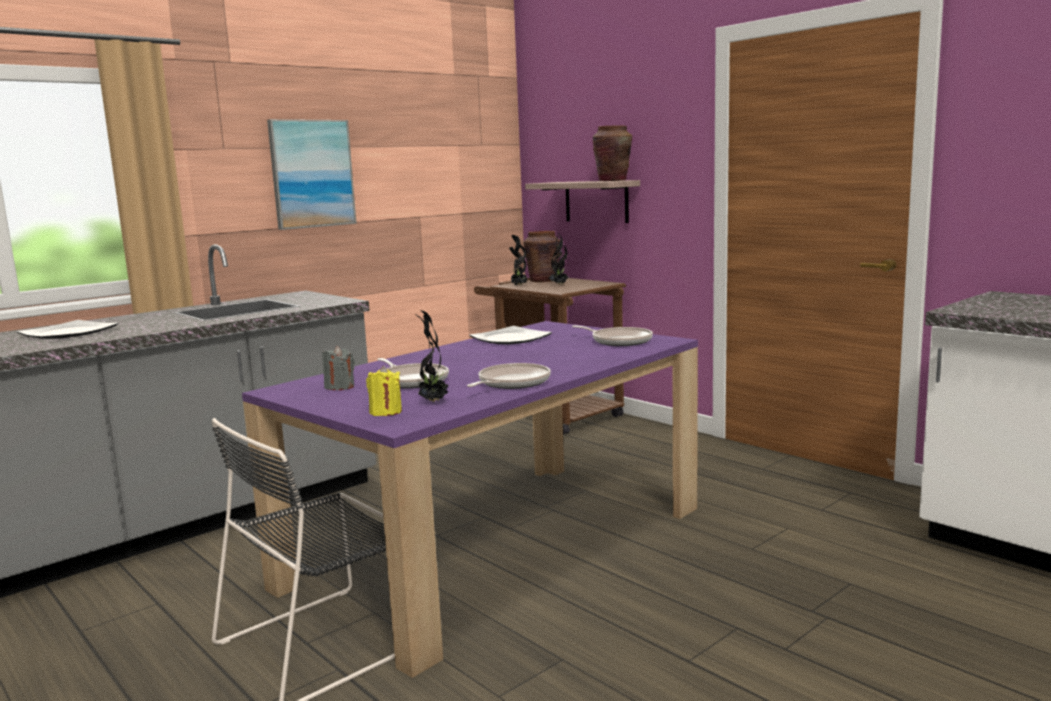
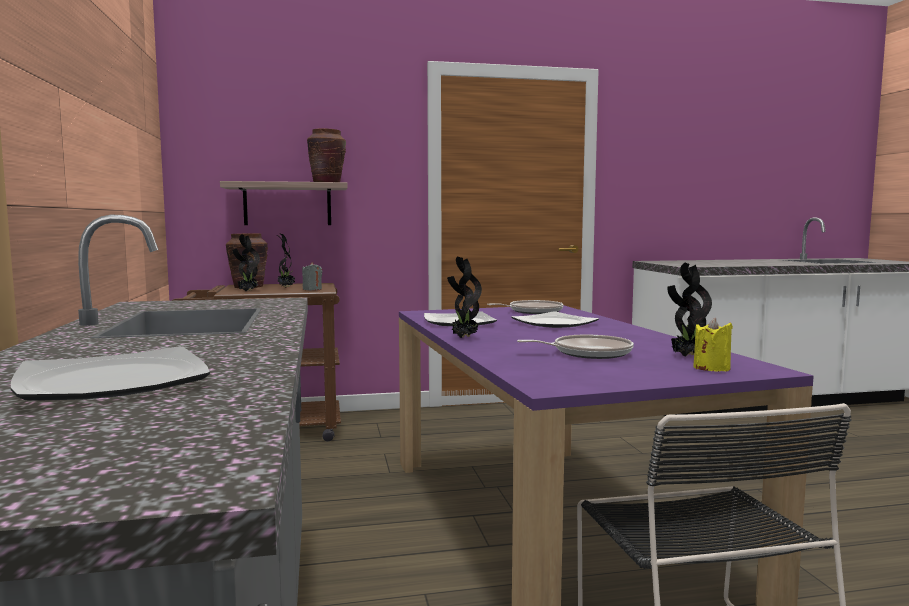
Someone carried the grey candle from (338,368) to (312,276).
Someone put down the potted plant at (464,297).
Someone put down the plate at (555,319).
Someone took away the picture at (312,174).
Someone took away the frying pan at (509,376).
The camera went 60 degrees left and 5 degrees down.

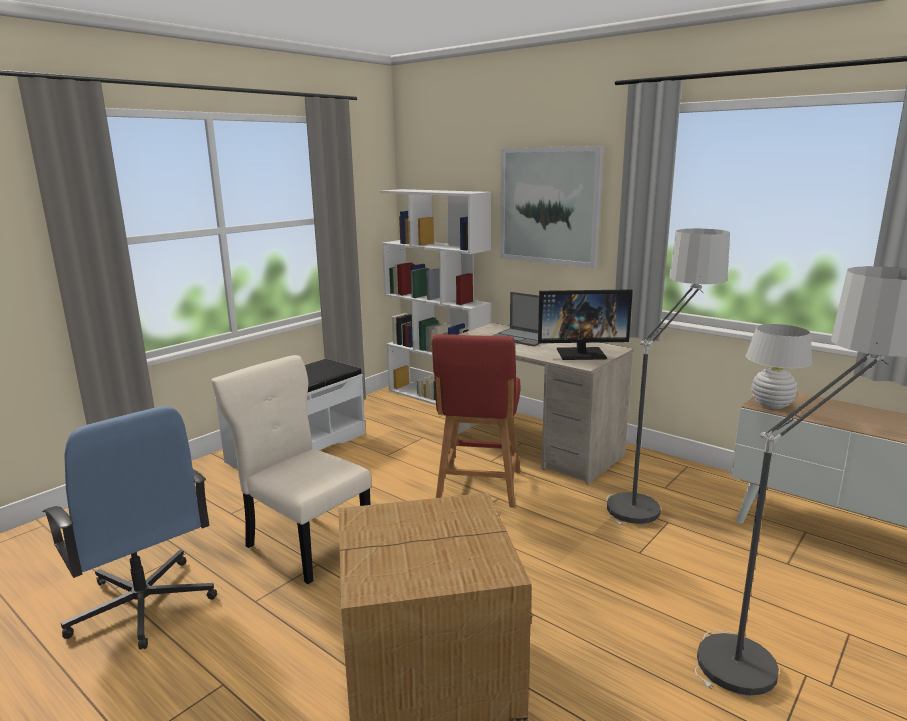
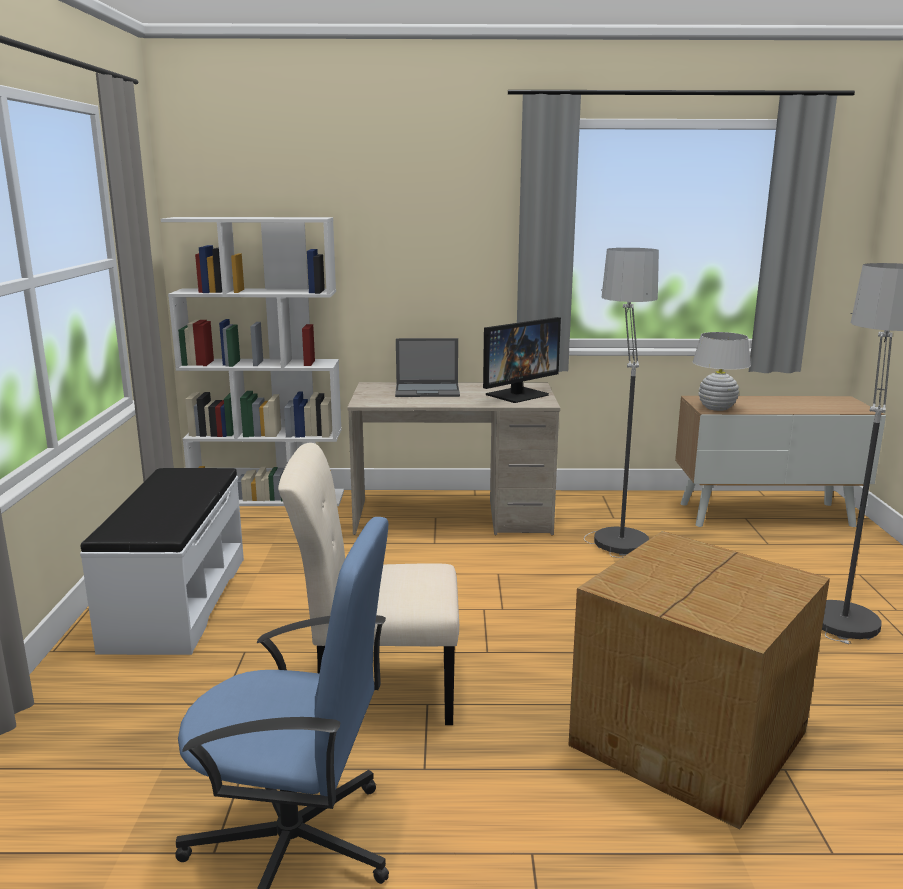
Someone took away the red stool at (476,421).
Someone took away the picture at (552,207).
The camera went 40 degrees left and 0 degrees up.

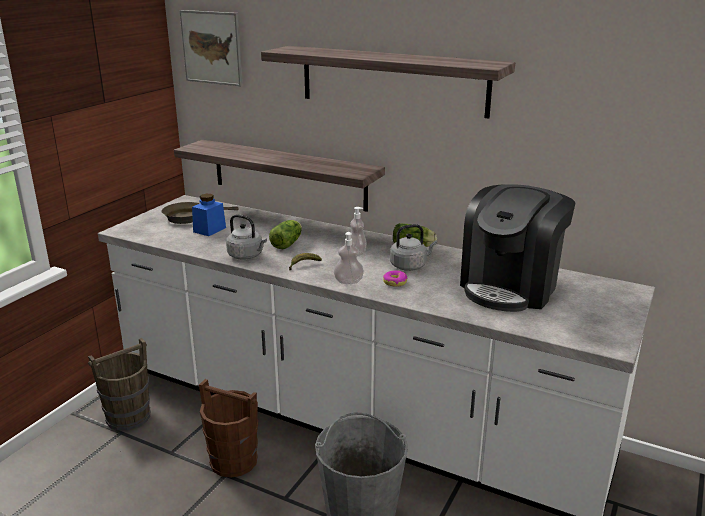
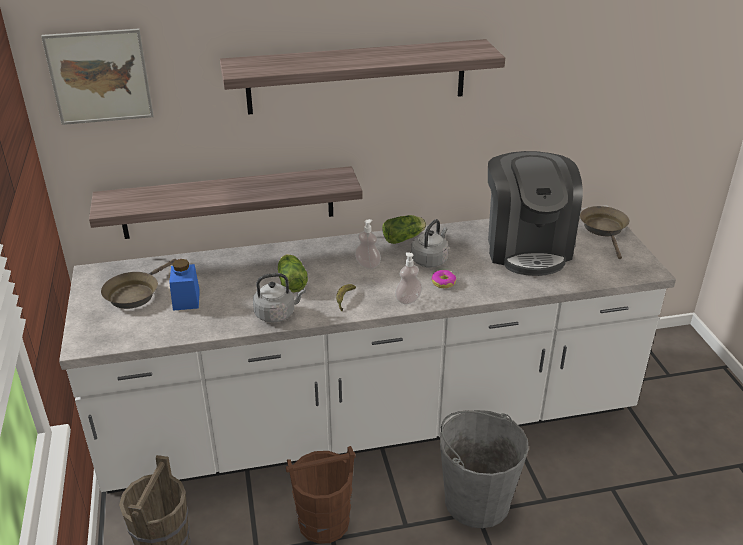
Someone put down the brown frying pan at (604,232).
The camera went 40 degrees left and 10 degrees up.

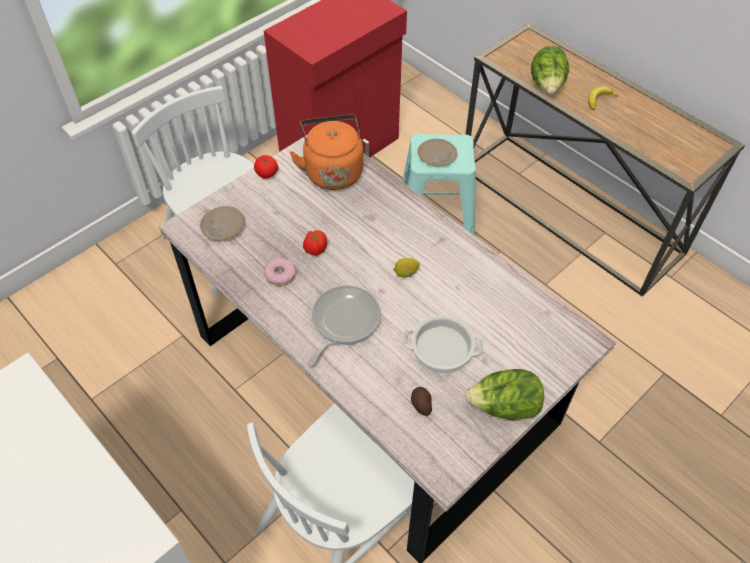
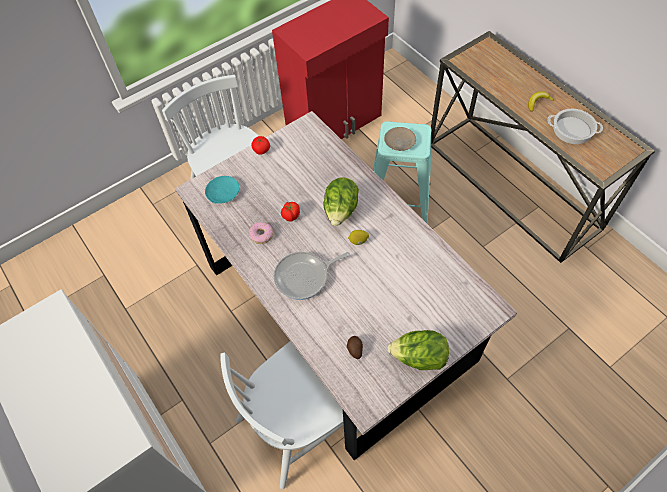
Someone repainted the beige plate at (222,223), which became the turquoise plate at (222,190).
Someone rotated the frying pan at (344,325) by 150 degrees counterclockwise.
Someone carried the lettuce from (550,70) to (341,202).
Someone carried the cooking pot from (443,344) to (575,126).
Someone took away the orange kettle at (326,152).
The camera went 10 degrees right and 5 degrees up.

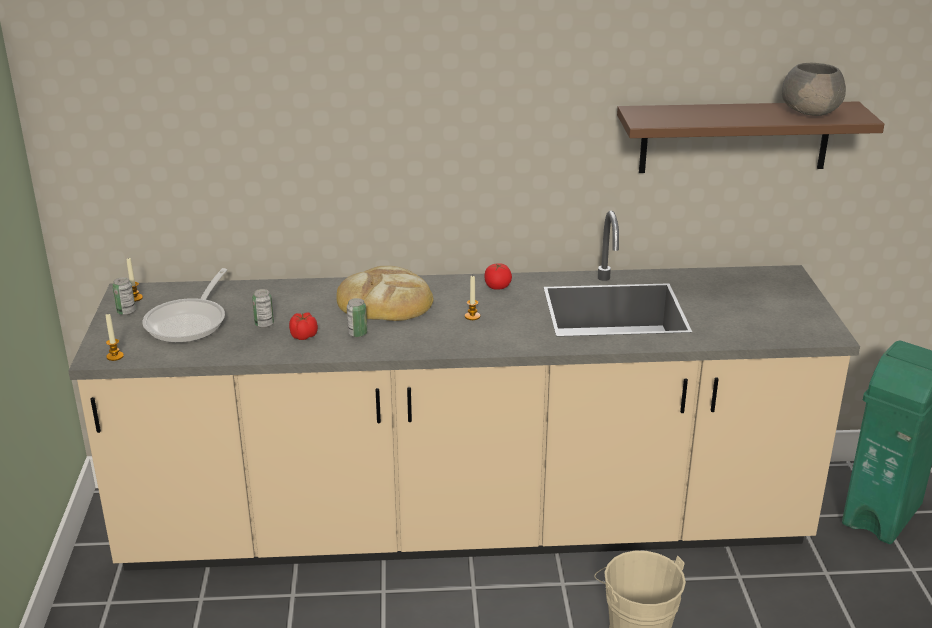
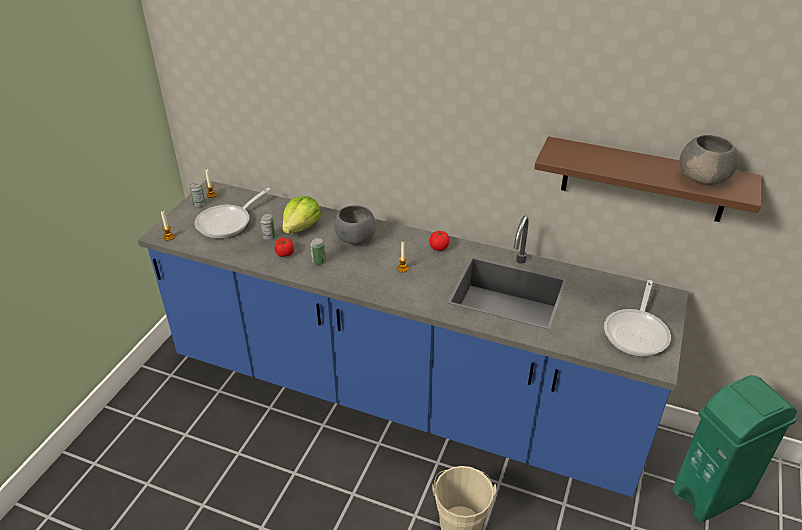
Someone repainted the beige counter at (464,391), which became the blue counter at (413,338).
Someone put down the lettuce at (301,215).
Someone swapped the bread at (385,293) for the grey bowl at (355,225).
Someone put down the frying pan at (637,318).
The camera went 25 degrees right and 10 degrees up.

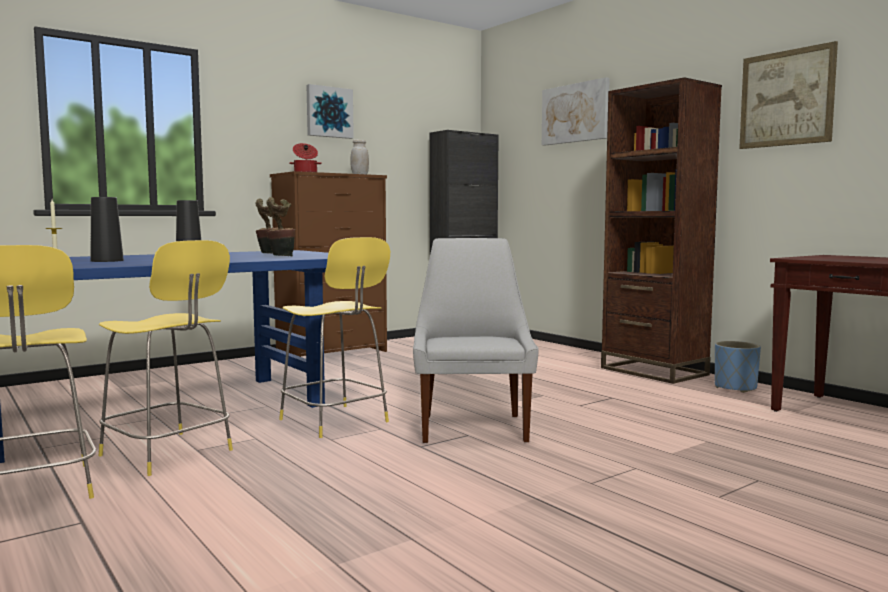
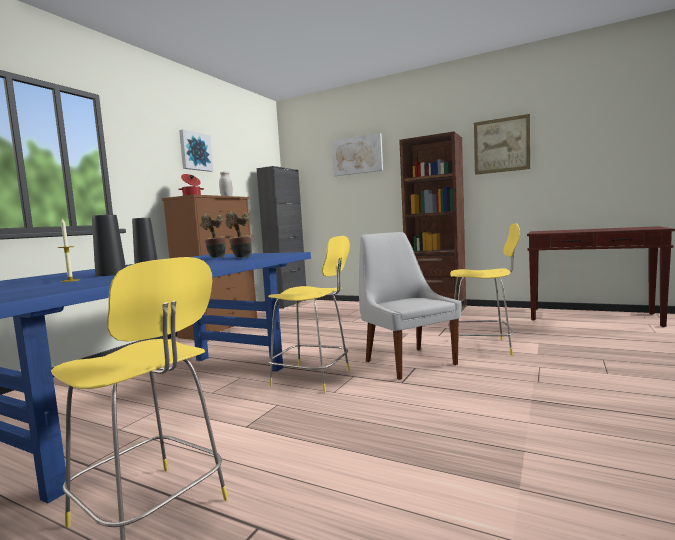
Someone carried the yellow stool from (166,358) to (484,290).
Someone took away the blue planter at (738,367).
The camera went 25 degrees left and 0 degrees up.

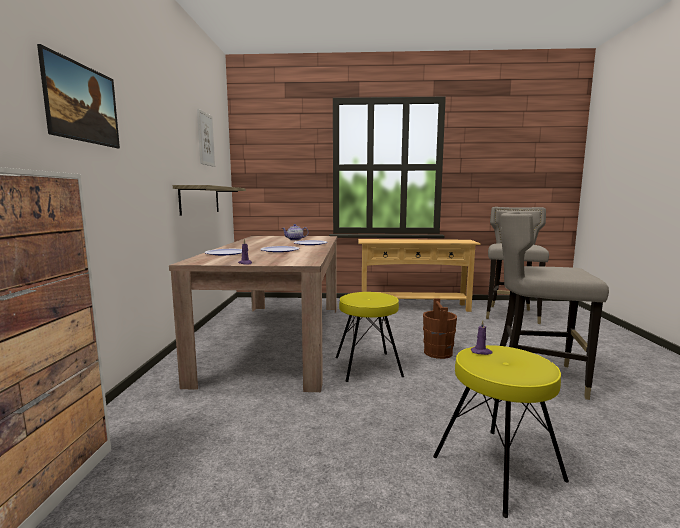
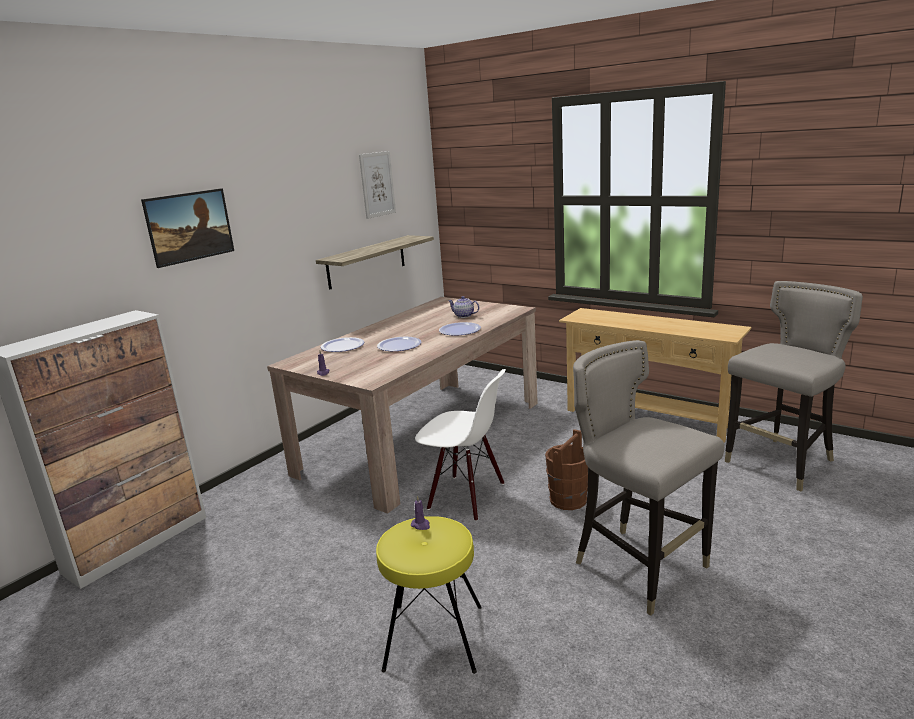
Someone swapped the yellow stool at (370,337) for the white chair at (460,445).
The camera went 35 degrees right and 10 degrees up.

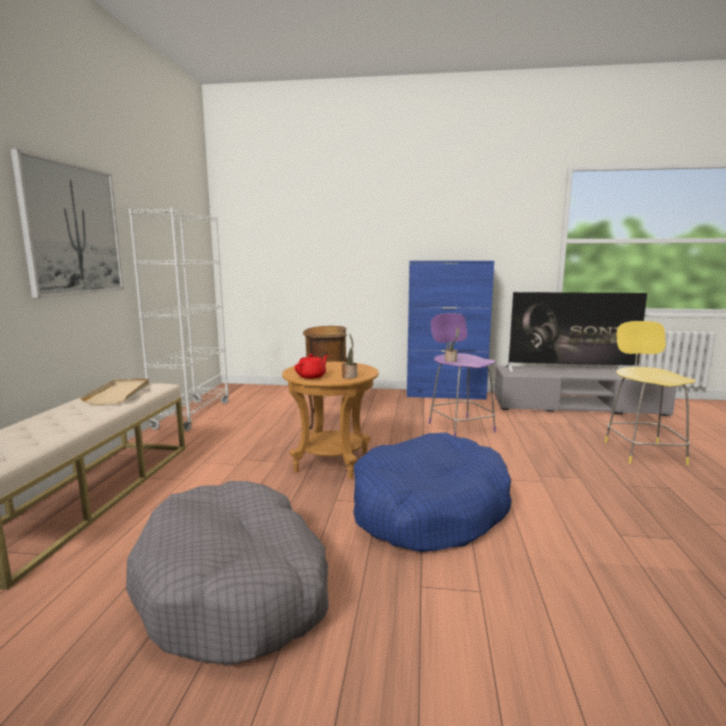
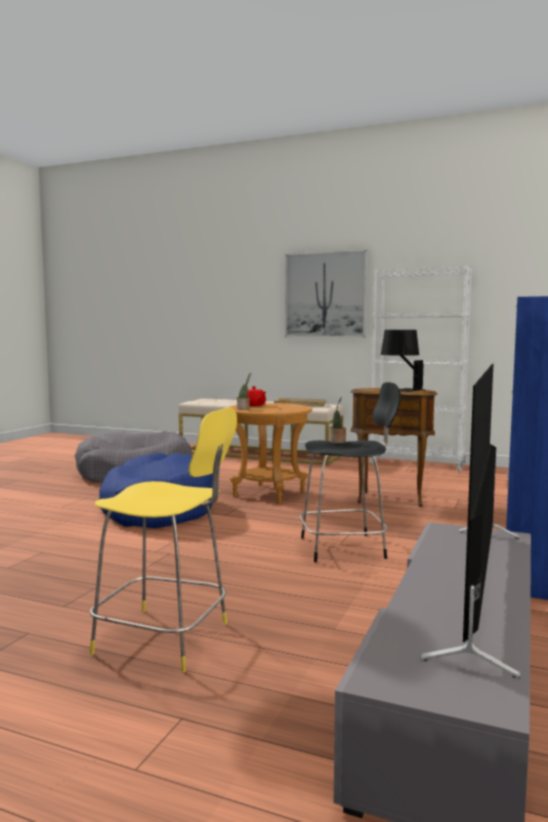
Someone repainted the purple stool at (462,374), which became the black stool at (350,472).
Someone put down the black table lamp at (403,361).
The camera went 105 degrees right and 5 degrees down.

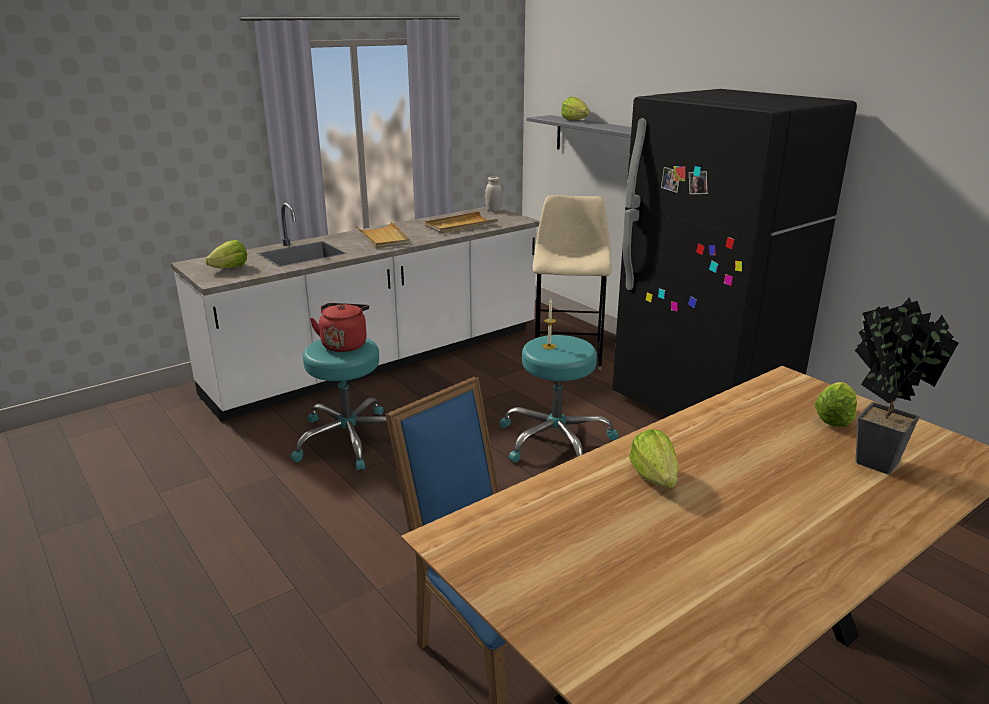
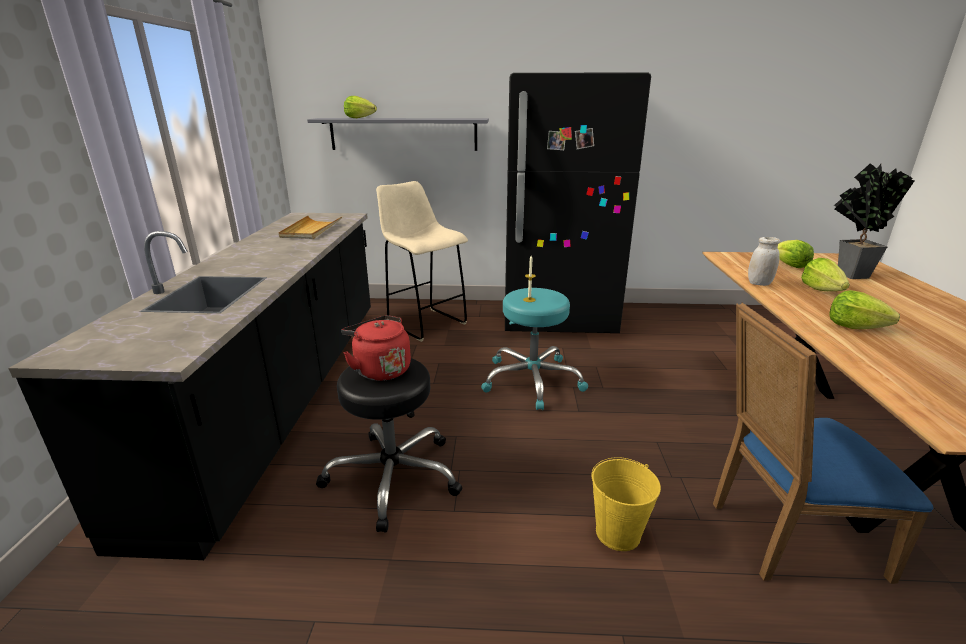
Someone repainted the white counter at (355,312), which became the black counter at (189,386).
Someone repainted the turquoise stool at (339,404), which became the black stool at (389,445).
Someone put down the yellow bucket at (626,504).
Someone carried the white jar from (493,194) to (764,261).
Someone carried the lettuce from (226,254) to (825,274).
Someone took away the beige tray at (382,235).
The camera went 50 degrees left and 0 degrees up.

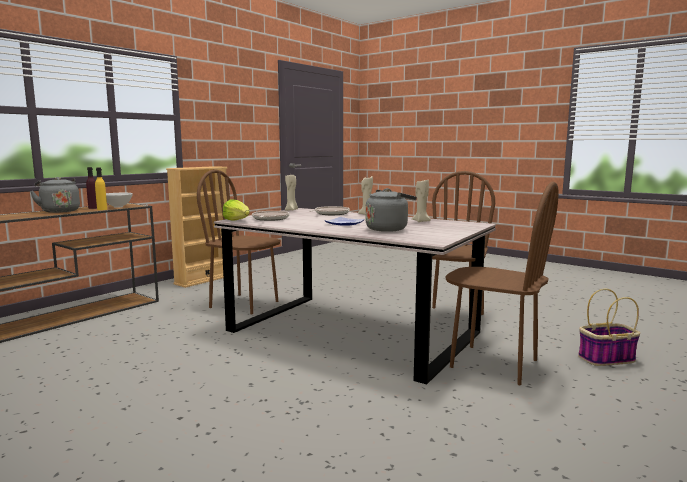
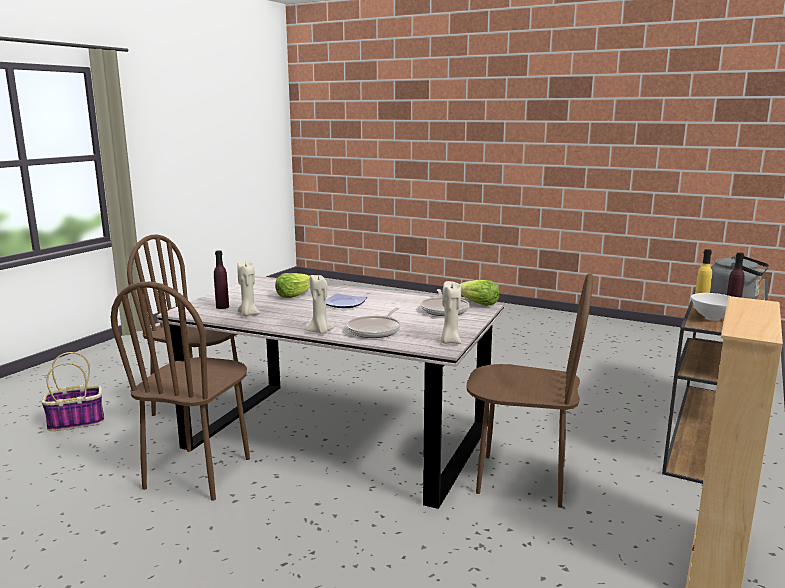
Someone put down the purple bottle at (221,279).
Someone swapped the grey kettle at (391,210) for the lettuce at (292,285).
The camera went 170 degrees right and 5 degrees up.

